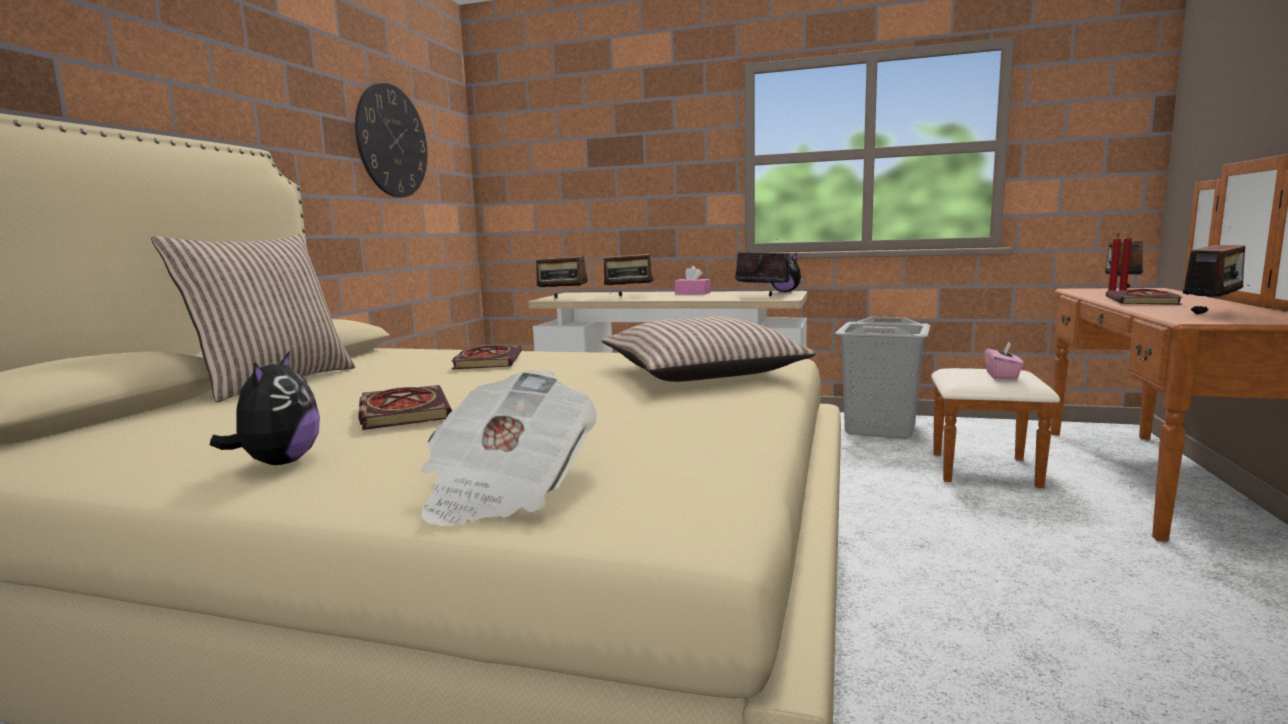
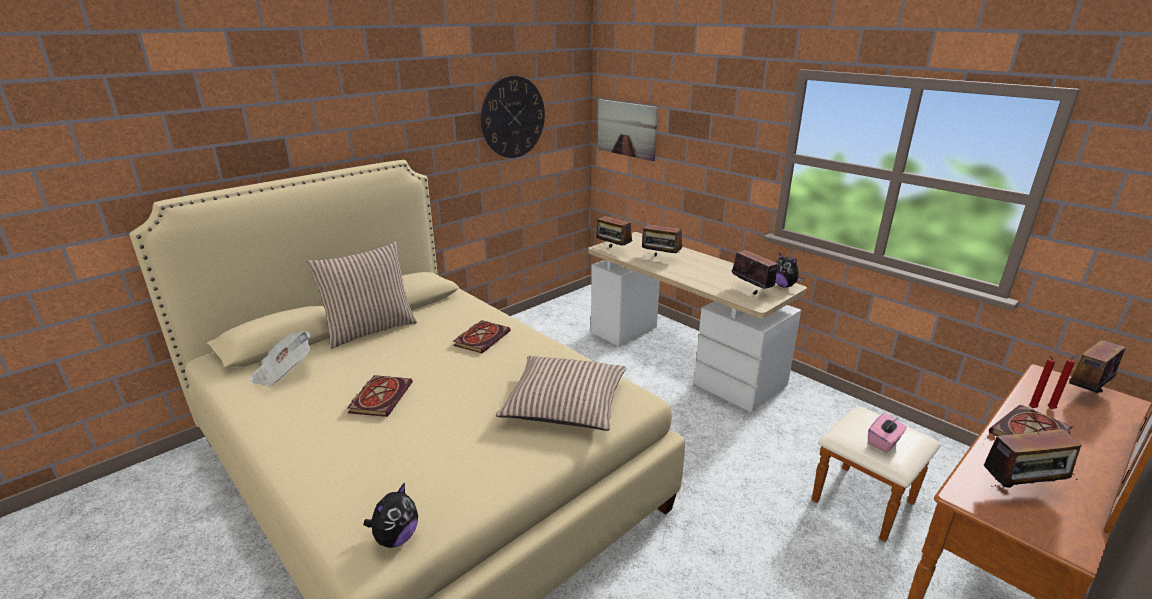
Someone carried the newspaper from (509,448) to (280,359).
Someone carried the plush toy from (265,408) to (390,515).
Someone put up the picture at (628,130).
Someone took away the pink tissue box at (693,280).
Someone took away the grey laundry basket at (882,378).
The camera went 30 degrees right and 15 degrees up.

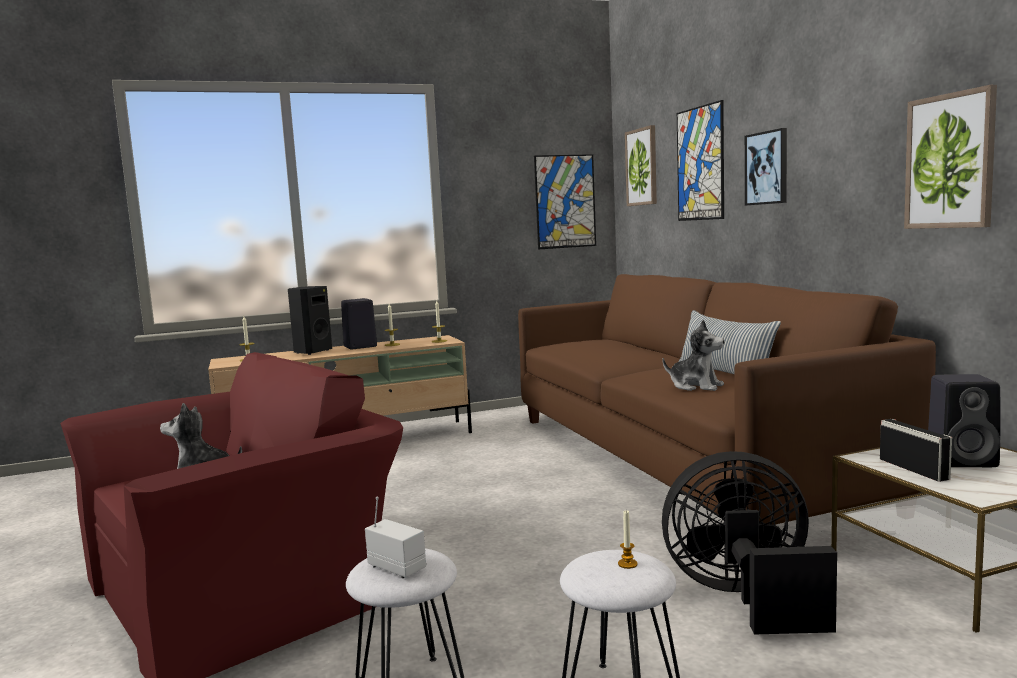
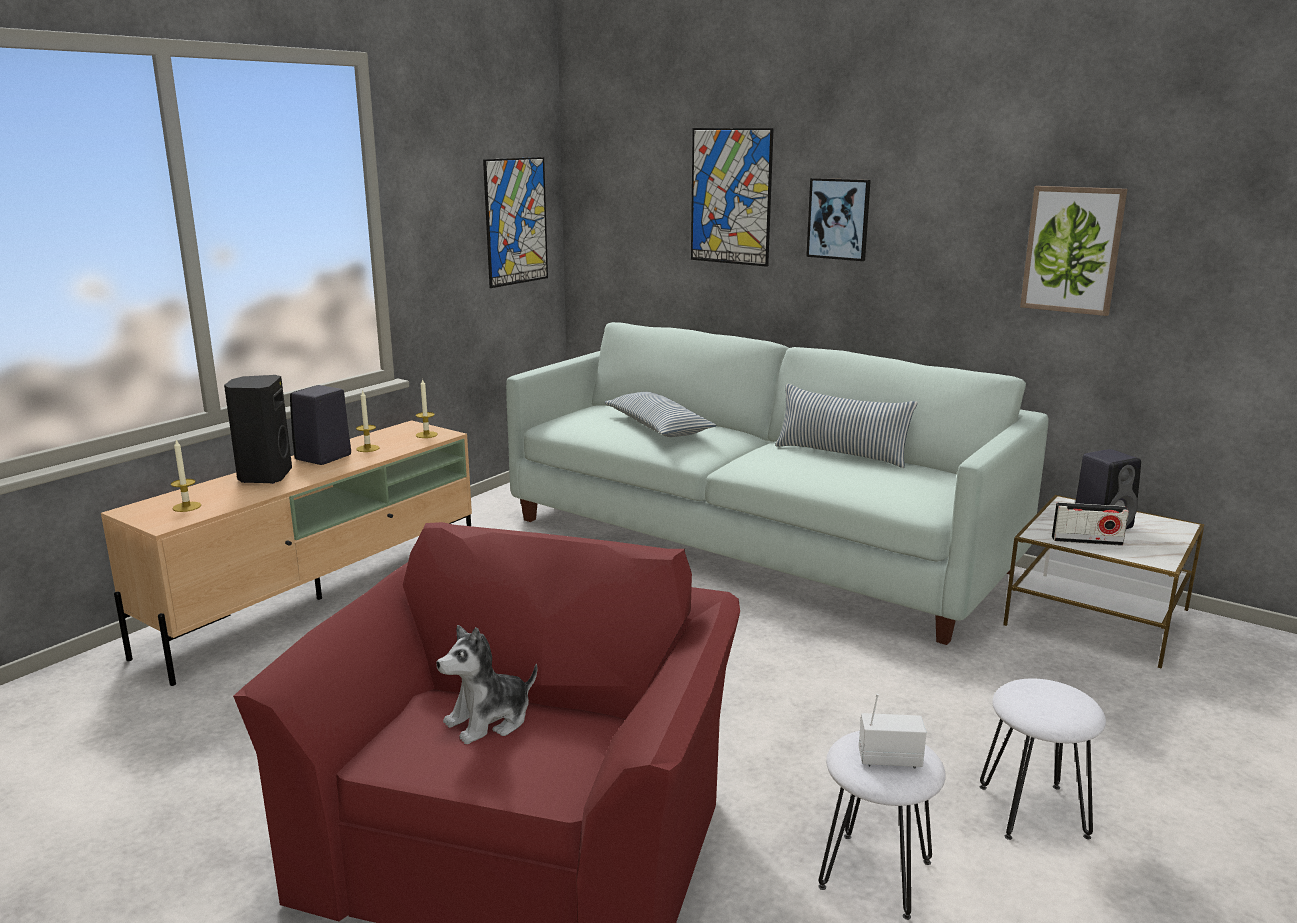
Someone repainted the brown sofa at (727,399), which became the white sofa at (777,483).
Someone put down the pillow at (661,414).
Someone rotated the radio at (916,450) by 150 degrees clockwise.
Someone took away the candle at (628,539).
Someone took away the picture at (641,165).
Someone took away the black fan at (749,543).
Someone took away the plush toy at (694,355).
The camera went 35 degrees left and 10 degrees up.

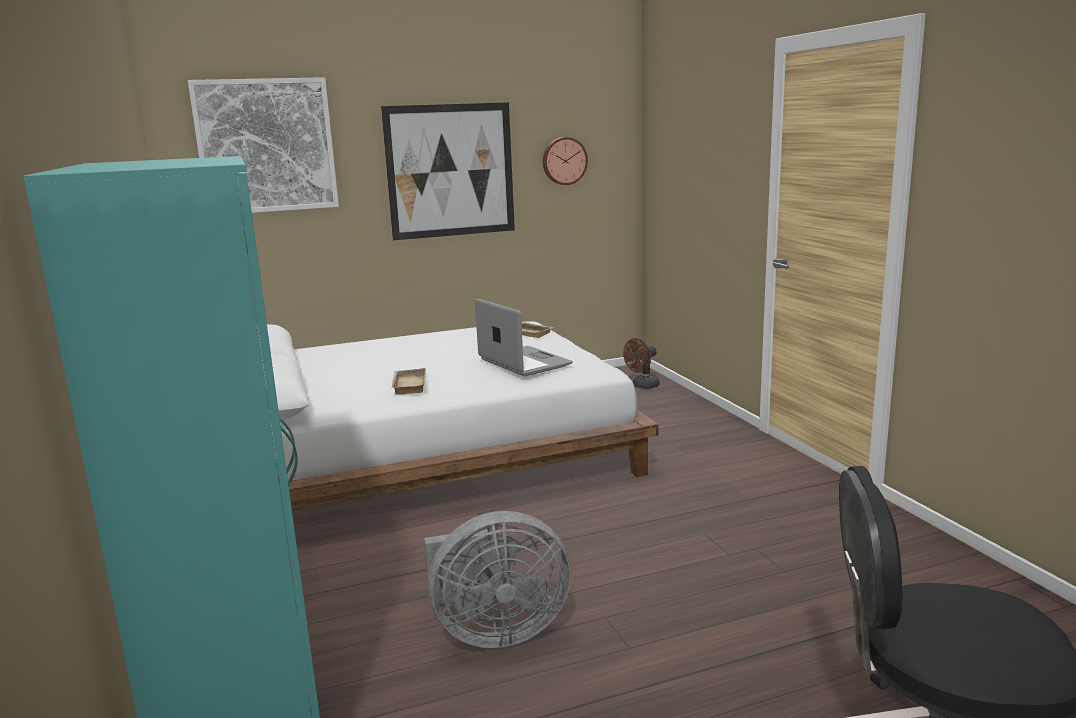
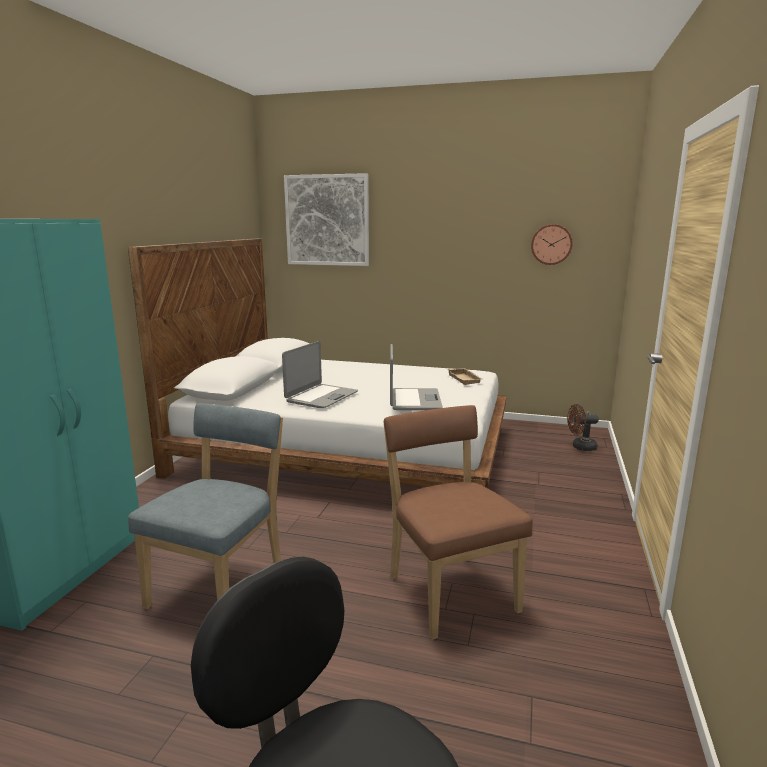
Someone swapped the grey fan at (497,579) for the blue chair at (205,506).
Someone swapped the beige tray at (409,381) for the laptop at (320,374).
Someone put down the brown chair at (457,522).
Someone took away the picture at (448,171).
The camera went 35 degrees right and 0 degrees up.

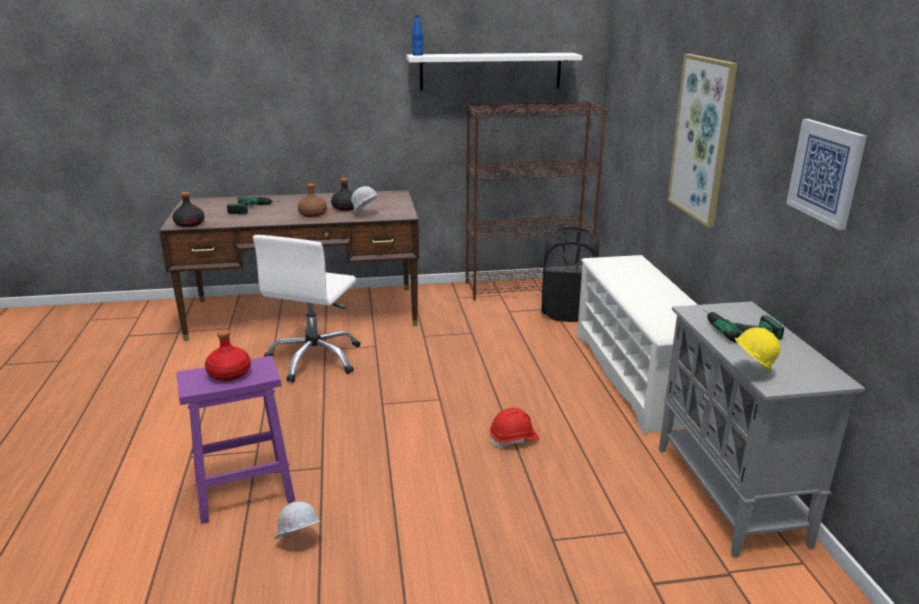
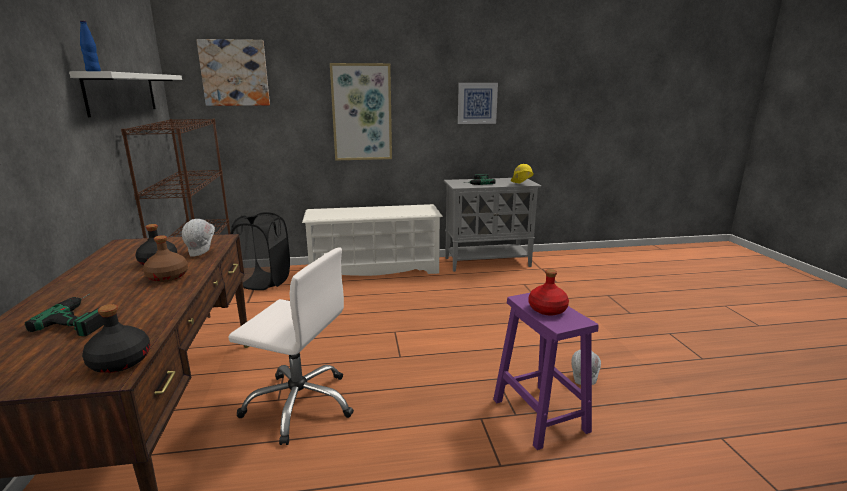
Someone put up the picture at (233,72).
Someone took away the red hard hat at (514,427).
The camera went 90 degrees left and 5 degrees down.

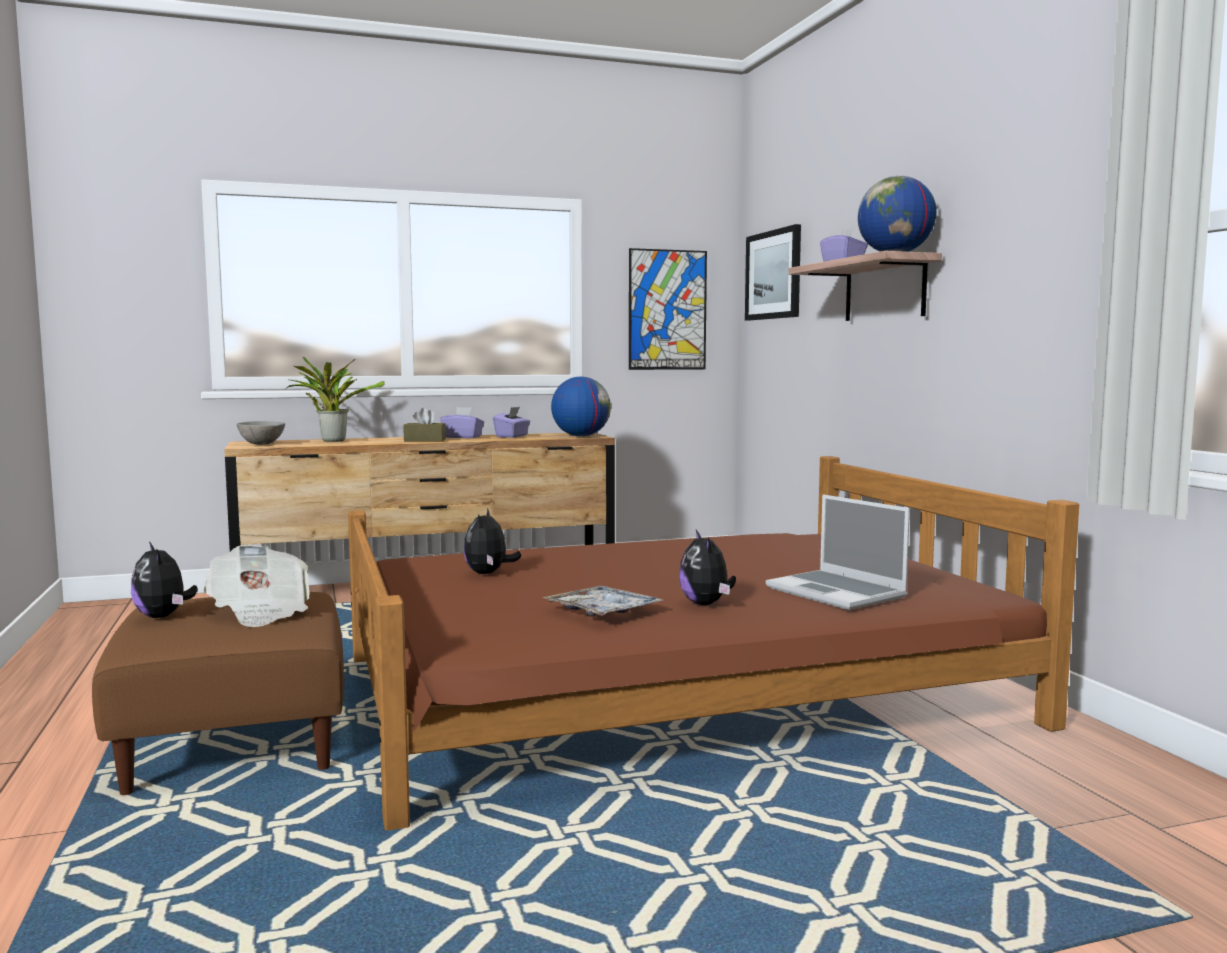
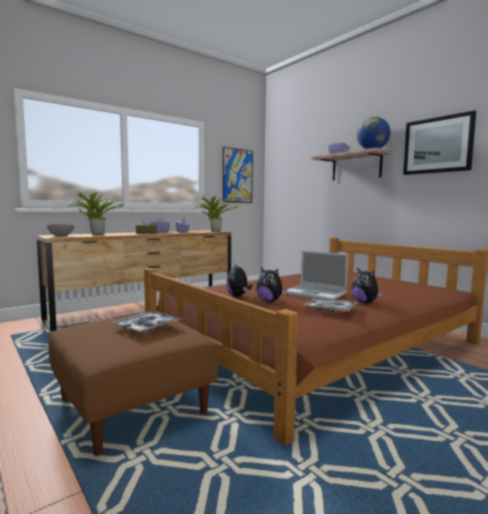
Someone swapped the newspaper at (256,585) for the tray at (148,322).
Someone swapped the globe at (581,407) for the potted plant at (216,213).
Someone carried the plush toy from (164,580) to (271,284).
Someone carried the laptop from (838,552) to (317,275).
Someone carried the picture from (773,272) to (439,142).
The camera went 20 degrees left and 0 degrees up.

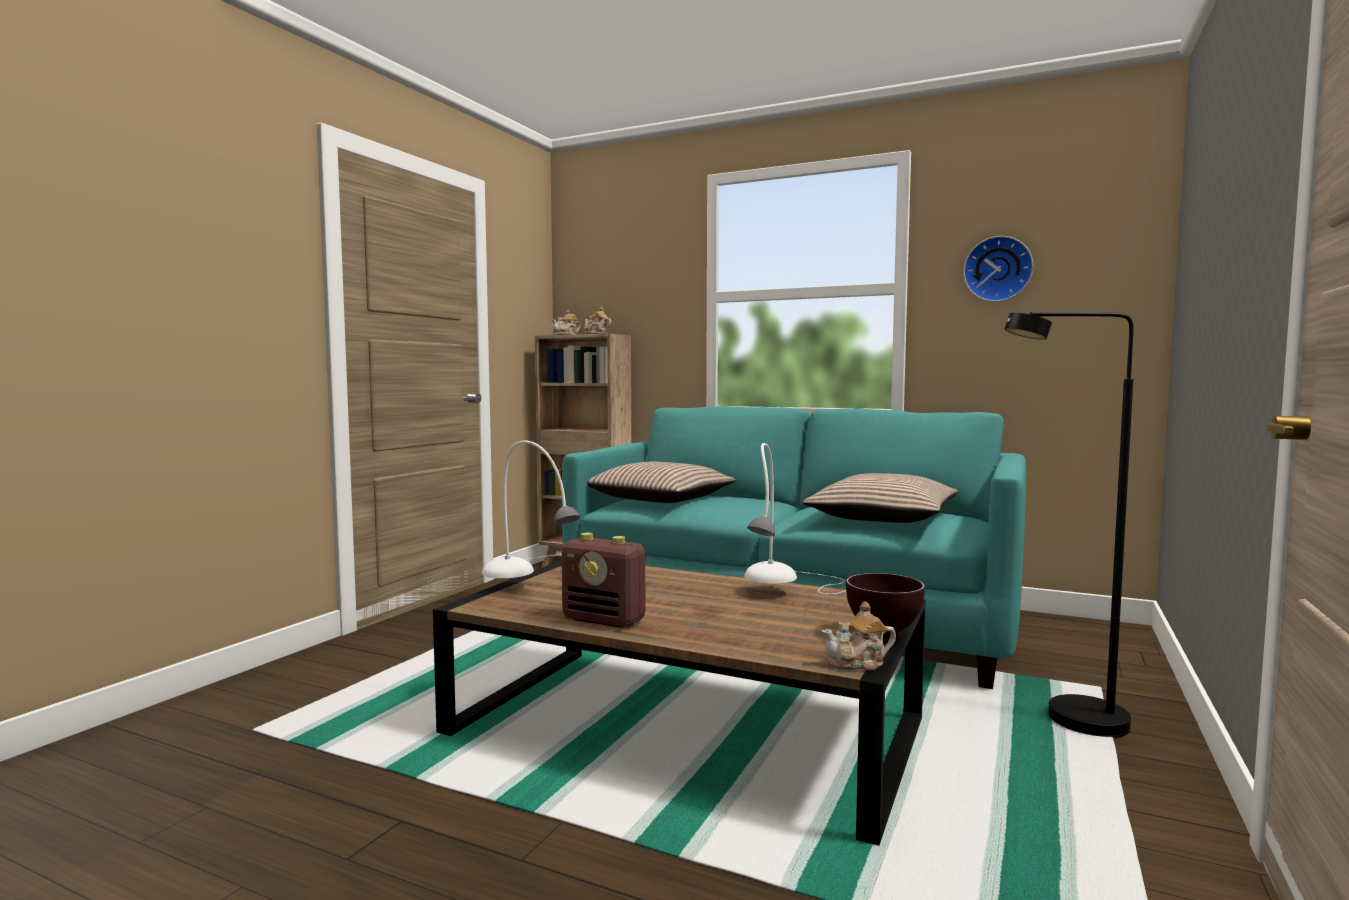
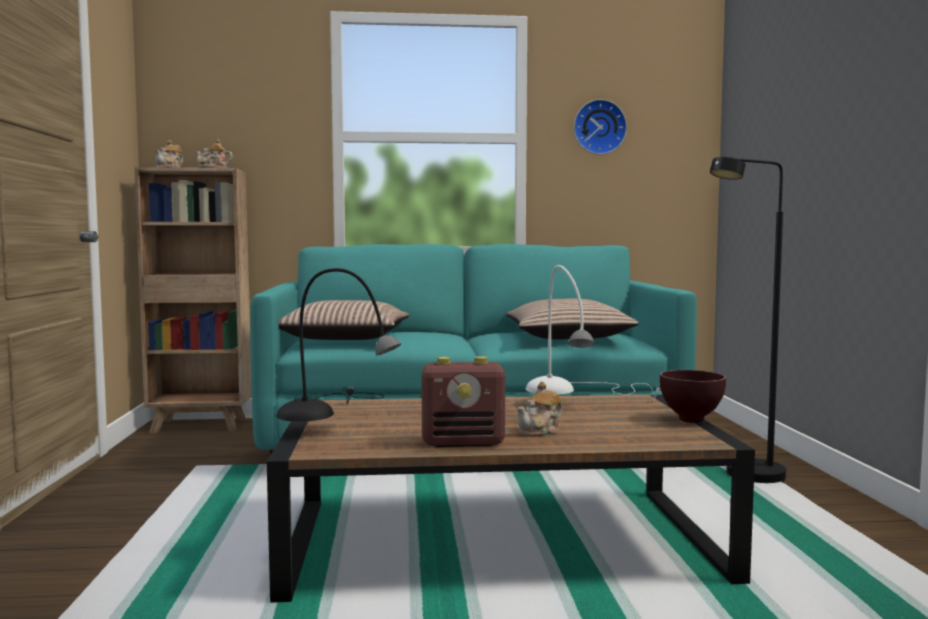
Someone repainted the white table lamp at (531,509), which became the black table lamp at (338,345).
Someone carried the teapot from (859,635) to (540,409).
The camera went 30 degrees left and 0 degrees up.

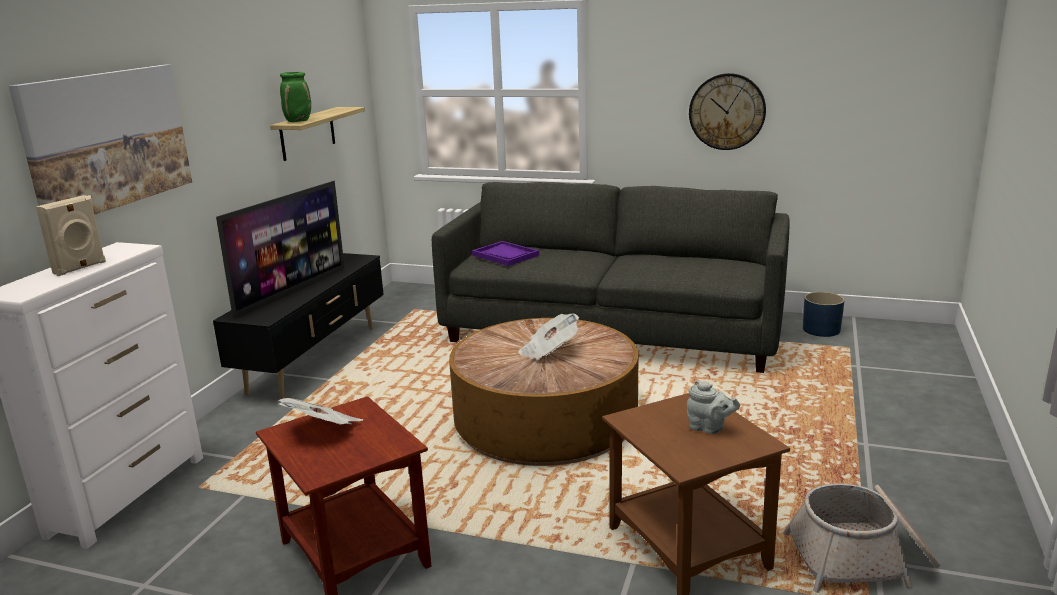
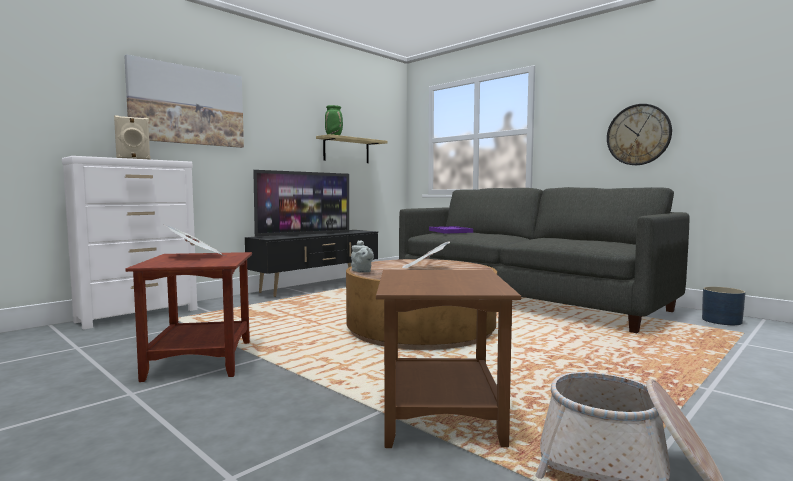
Someone carried the grey teapot from (713,407) to (362,256).
The camera went 25 degrees right and 15 degrees down.

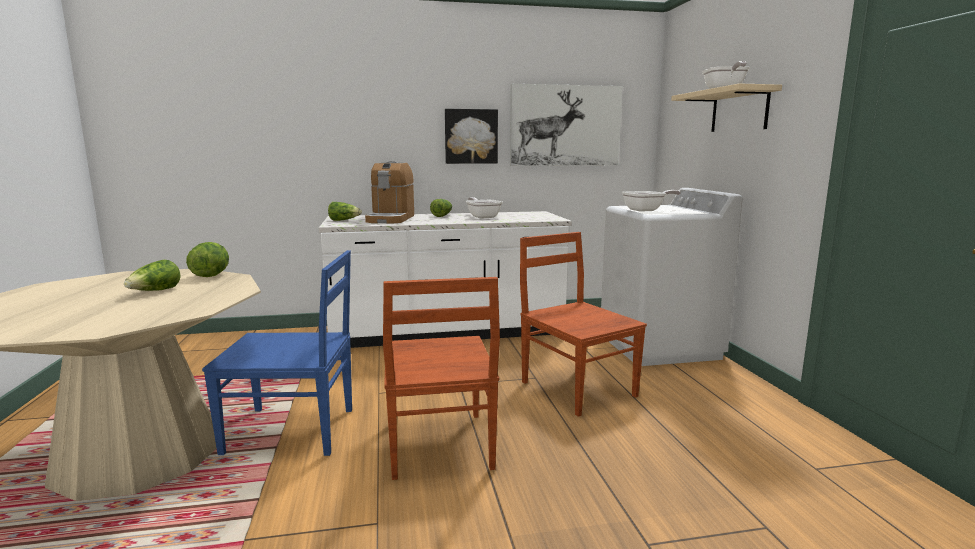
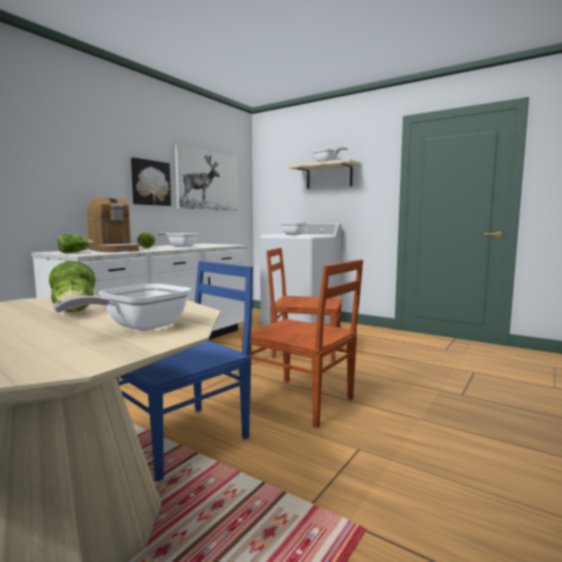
Someone put down the frying pan at (122,307).
The camera went 45 degrees left and 5 degrees down.

